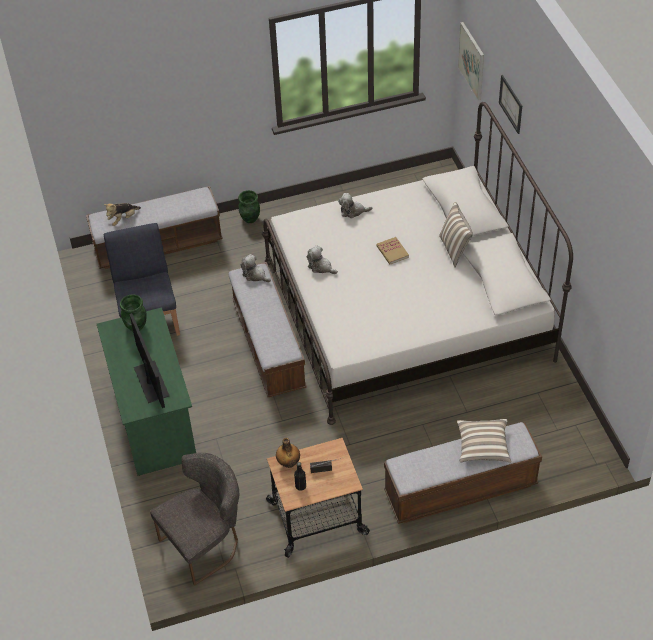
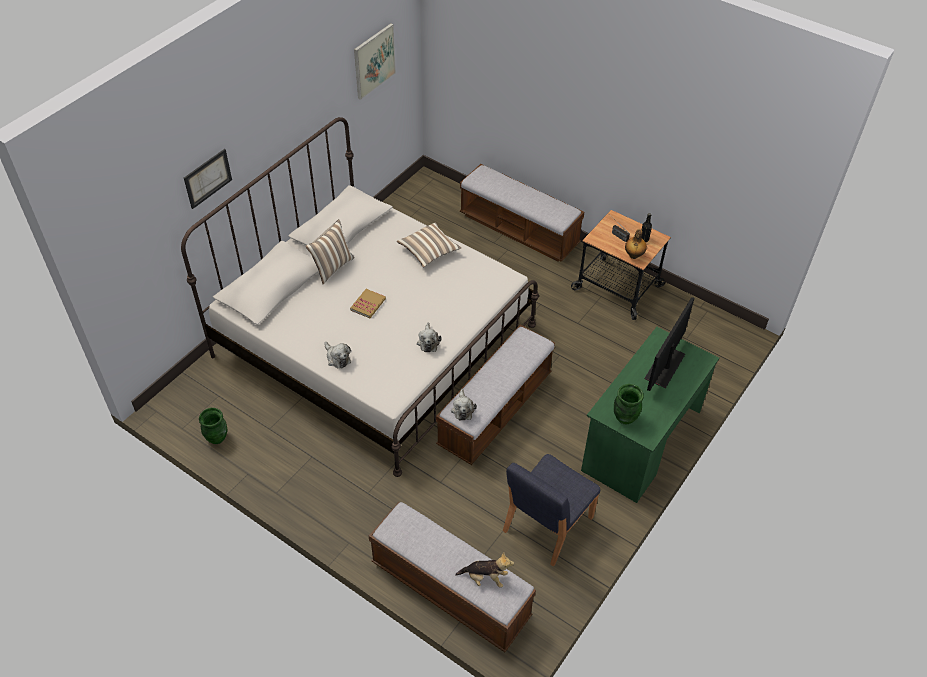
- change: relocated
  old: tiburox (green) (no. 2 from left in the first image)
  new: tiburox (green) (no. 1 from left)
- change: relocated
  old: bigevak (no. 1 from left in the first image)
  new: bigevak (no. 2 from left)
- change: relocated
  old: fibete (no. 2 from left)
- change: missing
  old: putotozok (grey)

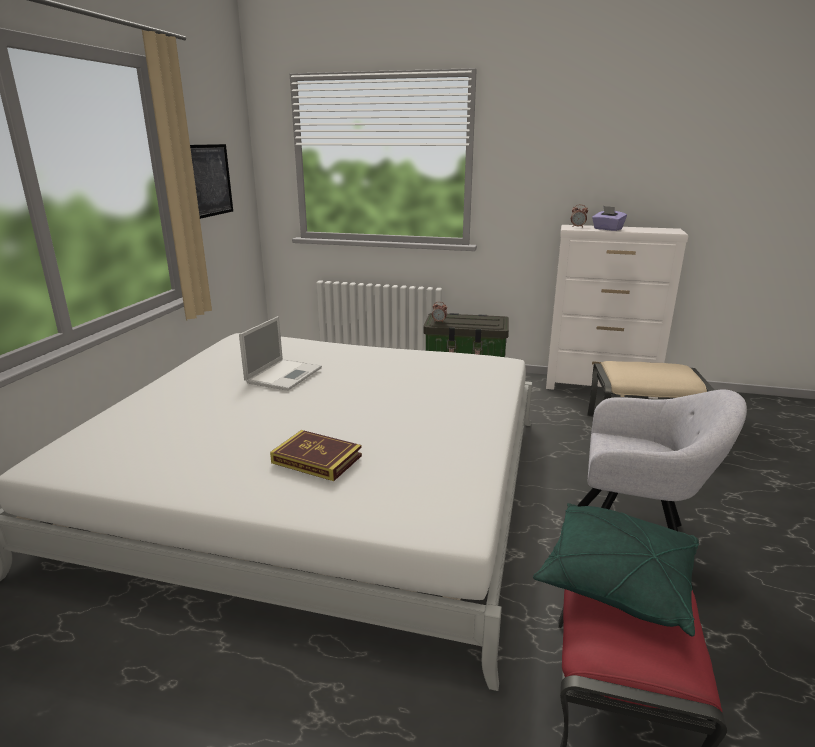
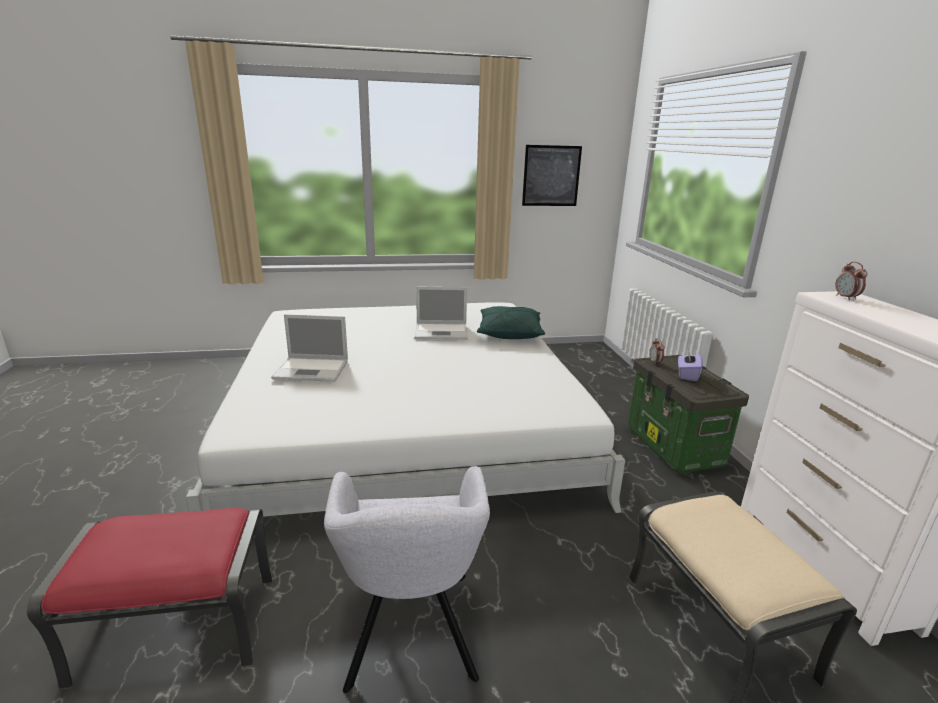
- change: exchanged
  old: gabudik
  new: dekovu (no. 1 from left)
- change: relocated
  old: fibete (green)
- change: relocated
  old: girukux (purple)

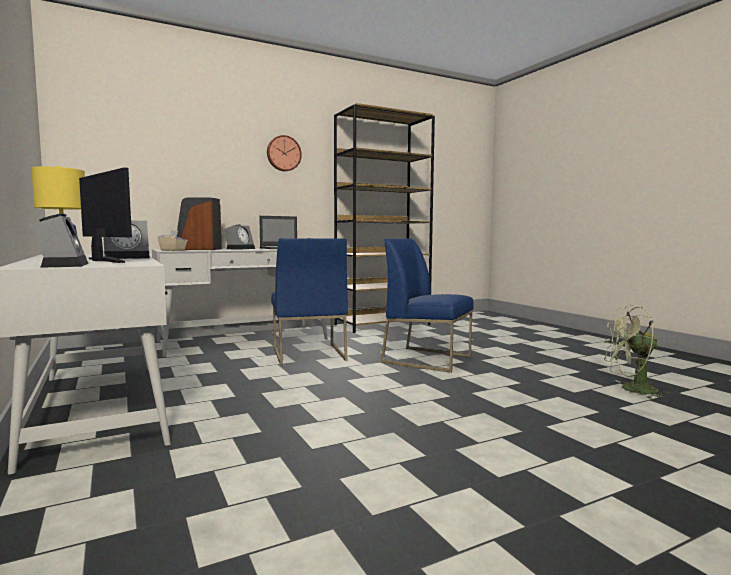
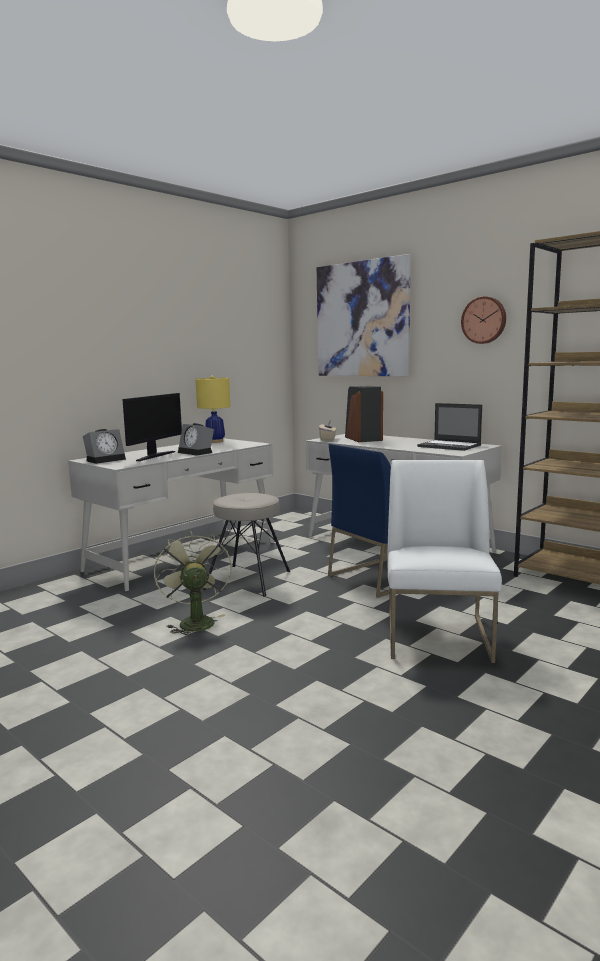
- change: relocated
  old: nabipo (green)
- change: appeared
  new: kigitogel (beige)
- change: appeared
  new: bigevak
- change: colour
  old: putotozok (blue) (no. 2 from left)
  new: putotozok (white)
- change: missing
  old: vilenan (no. 3 from left)

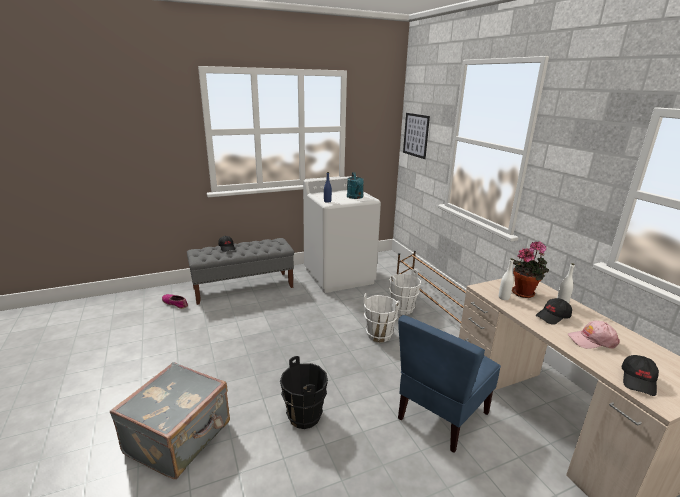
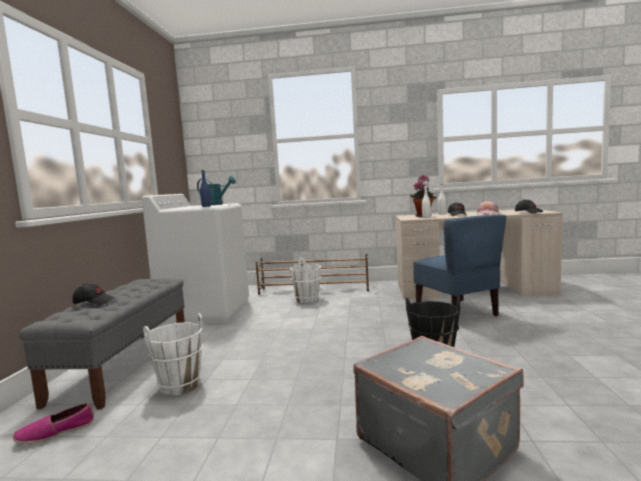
- change: relocated
  old: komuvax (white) (no. 1 from left)
- change: missing
  old: bigevak

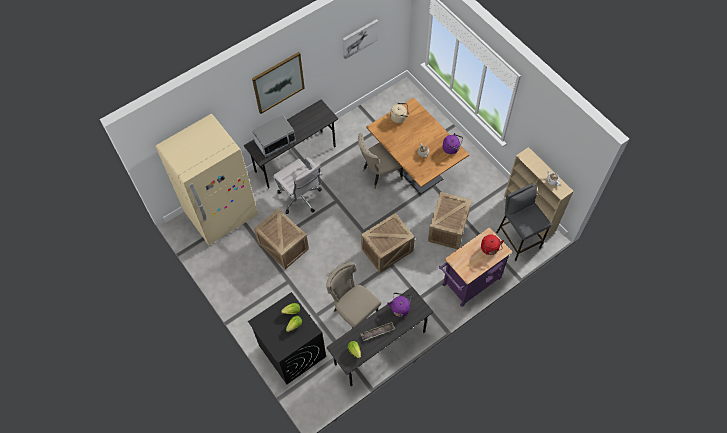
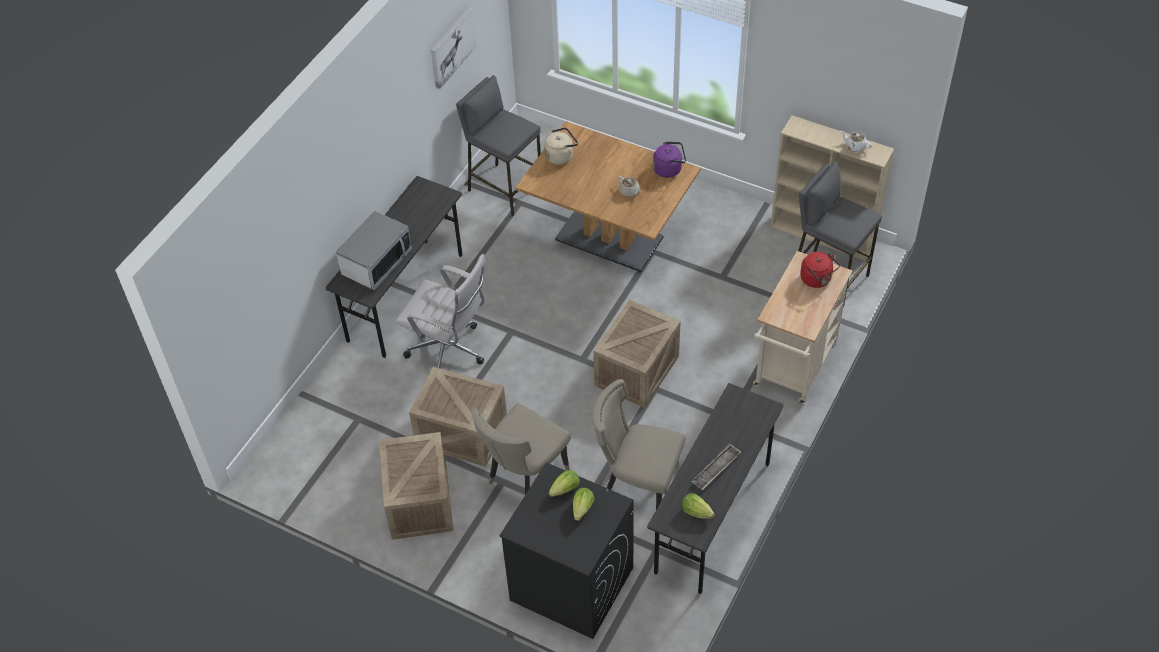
- change: relocated
  old: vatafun (no. 3 from left in the first image)
  new: vatafun (no. 1 from left)
- change: appeared
  new: kigitogel (grey) (no. 1 from left)
- change: relocated
  old: putotozok (beige) (no. 2 from left in the first image)
  new: putotozok (beige) (no. 1 from left)
- change: colour
  old: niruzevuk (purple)
  new: niruzevuk (beige)
- change: missing
  old: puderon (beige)
- change: missing
  old: bigevak (no. 1 from left)
- change: missing
  old: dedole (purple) (no. 1 from left)

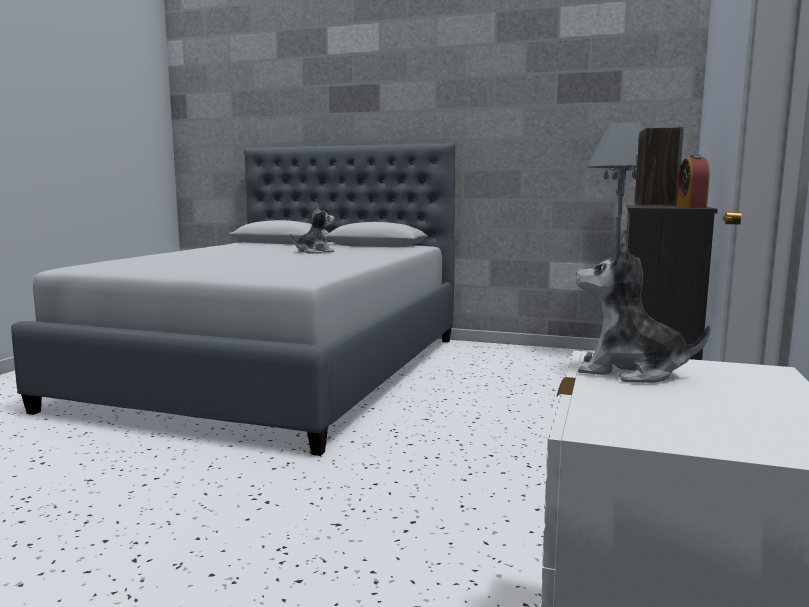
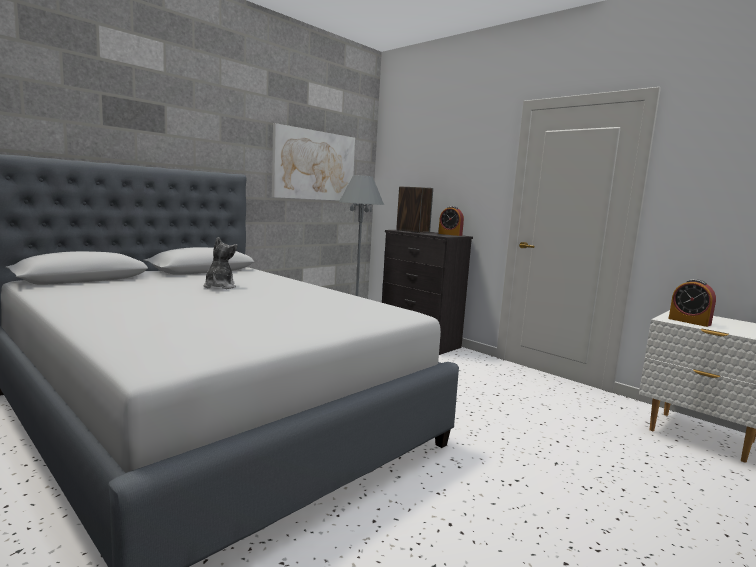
- change: appeared
  new: bigevak
- change: exchanged
  old: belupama (no. 2 from left)
  new: vilenan (no. 2 from left)

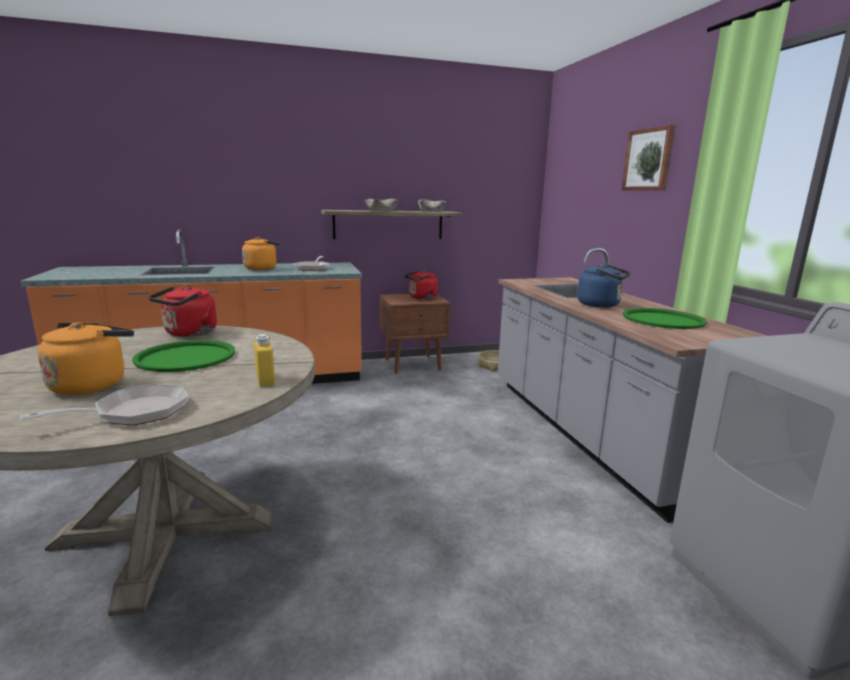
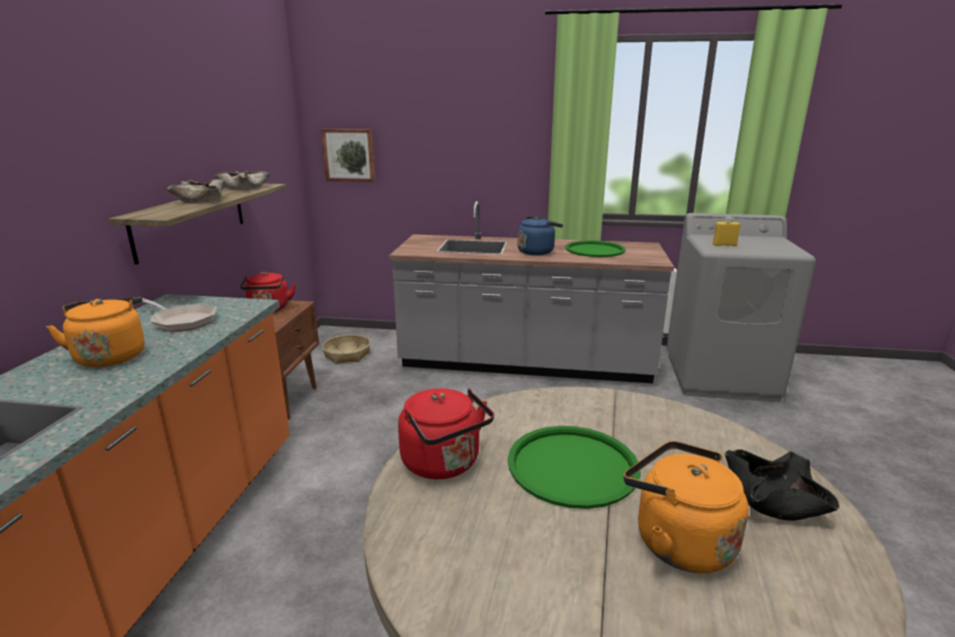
- change: relocated
  old: bigevak
- change: relocated
  old: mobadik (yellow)
- change: exchanged
  old: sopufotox (no. 1 from left)
  new: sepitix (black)

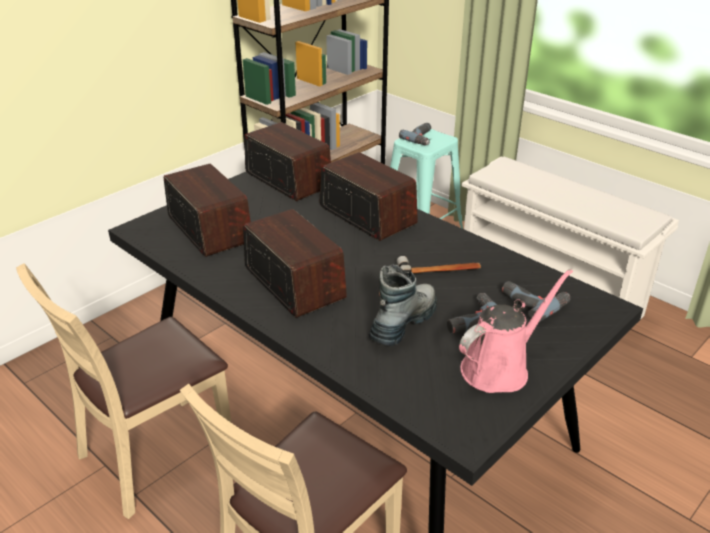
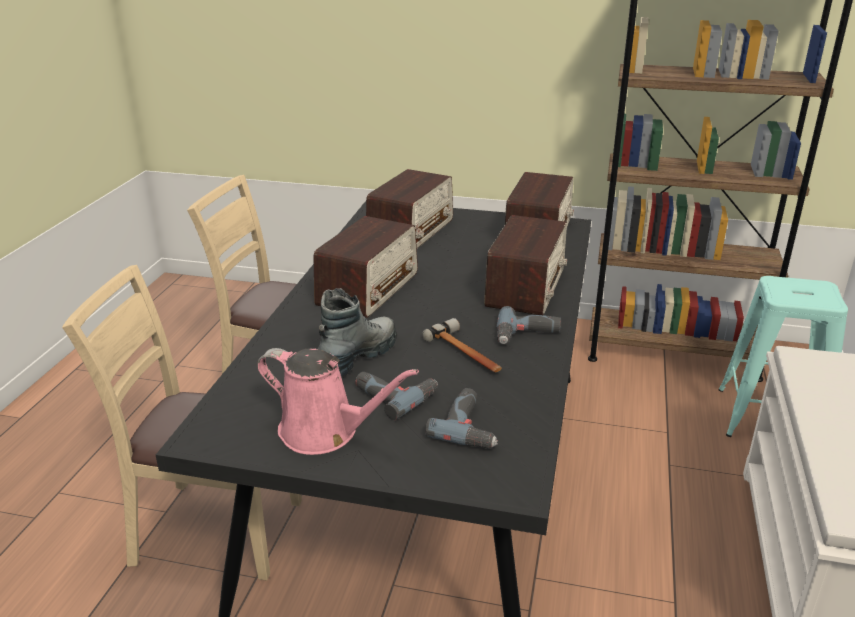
- change: spun
  old: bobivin
  degrees: -60
- change: relocated
  old: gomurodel (no. 1 from left in the first image)
  new: gomurodel (no. 3 from left)

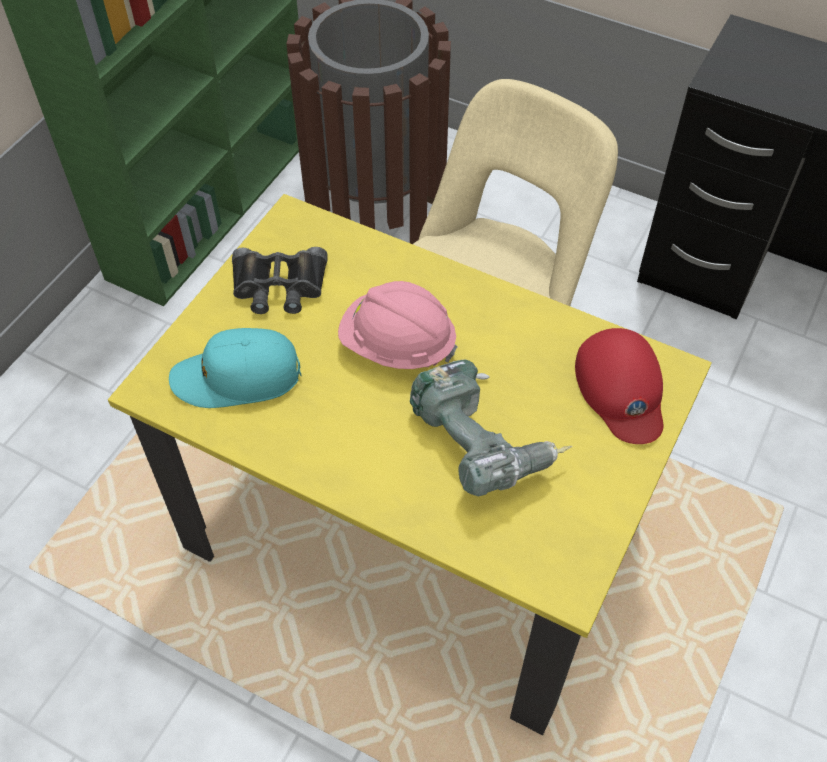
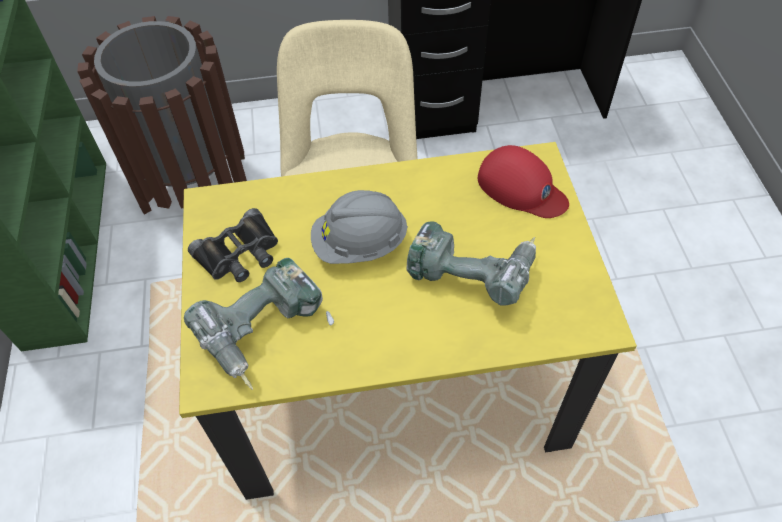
- change: exchanged
  old: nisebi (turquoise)
  new: gomurodel (no. 1 from left)
- change: colour
  old: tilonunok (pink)
  new: tilonunok (grey)

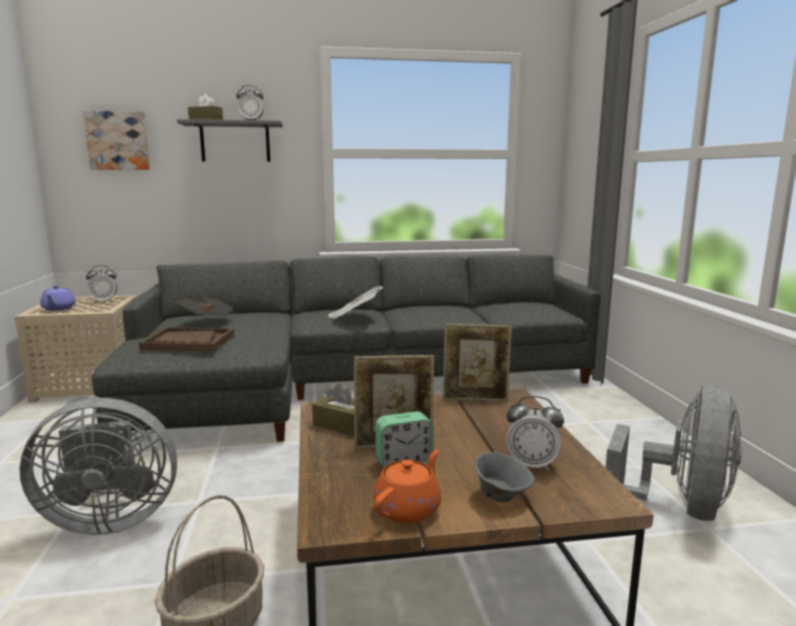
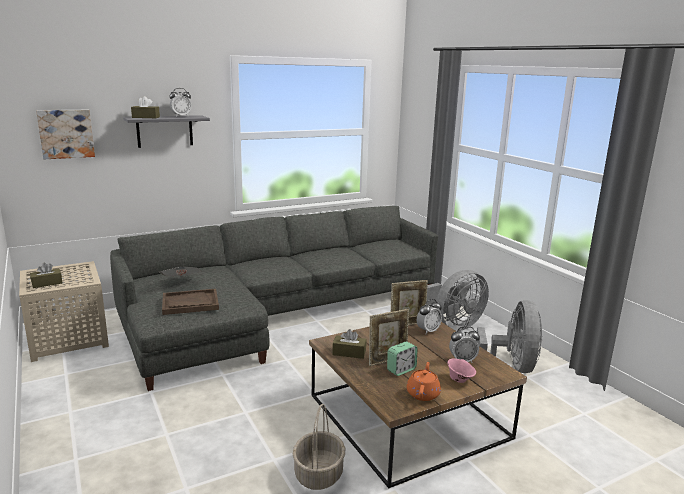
- change: exchanged
  old: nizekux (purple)
  new: girukux (brown) (no. 1 from left)
- change: relocated
  old: vilenan (no. 1 from left in the first image)
  new: vilenan (no. 3 from left)
- change: relocated
  old: nabipo (grey) (no. 1 from left)
- change: colour
  old: sepitix (grey)
  new: sepitix (pink)
- change: missing
  old: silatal (no. 2 from left)

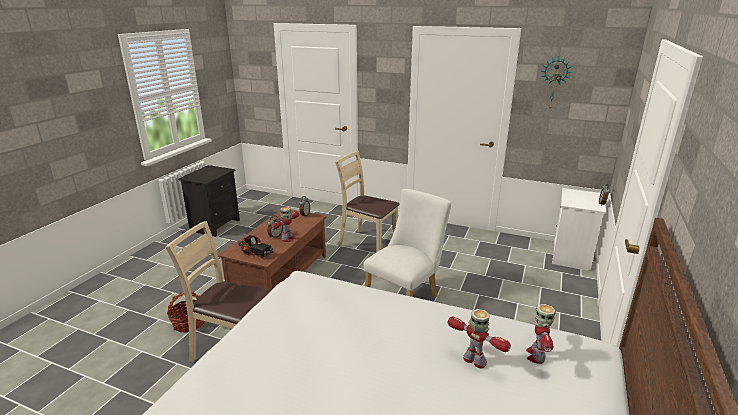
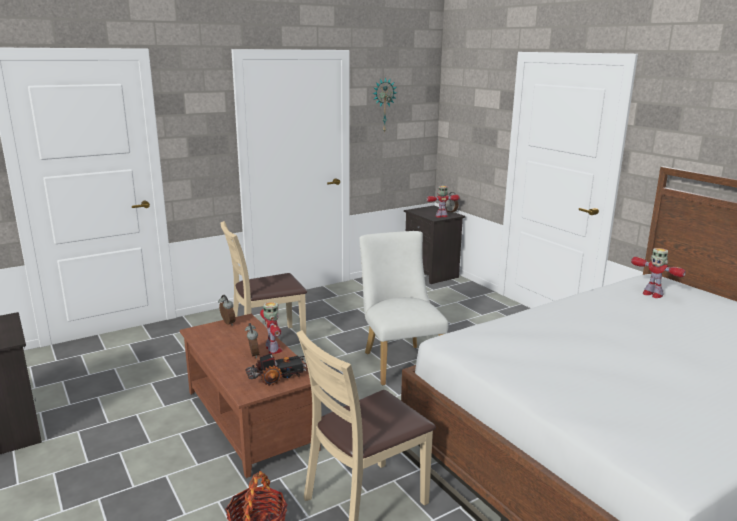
- change: colour
  old: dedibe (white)
  new: dedibe (black) (no. 2 from left)
- change: relocated
  old: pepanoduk (no. 2 from left)

